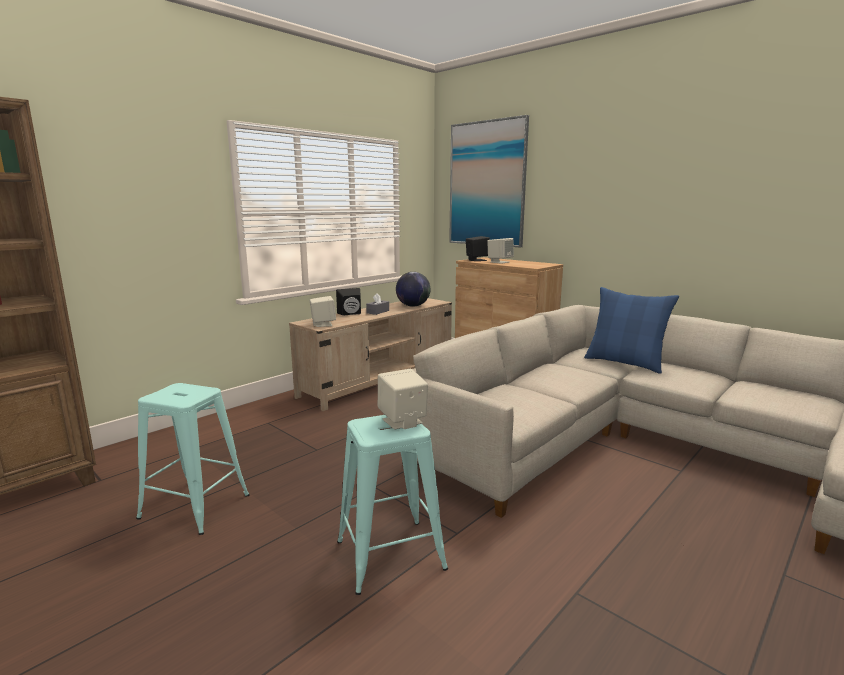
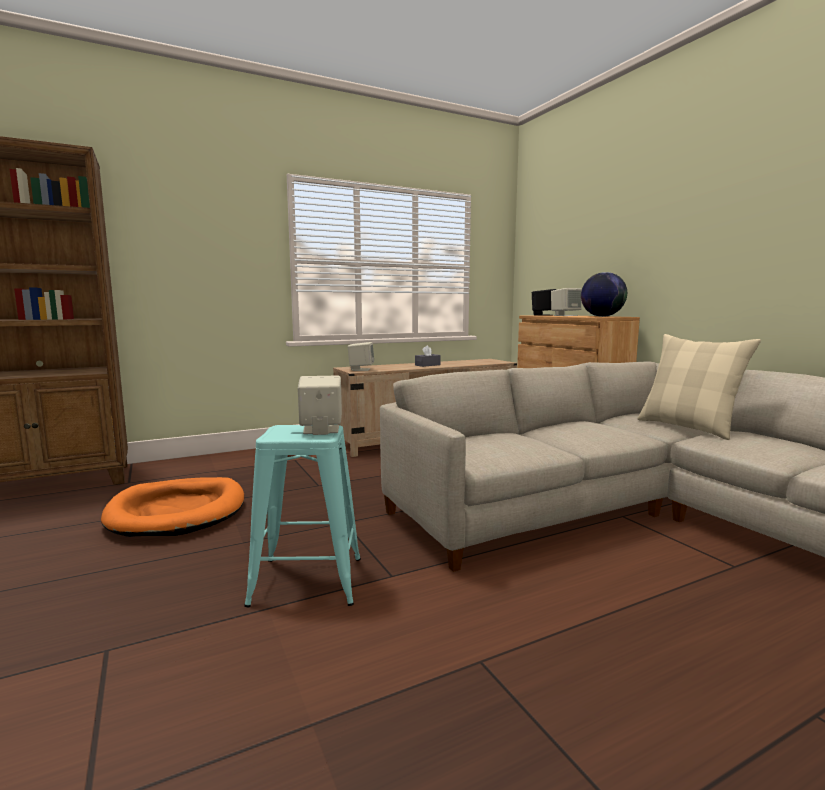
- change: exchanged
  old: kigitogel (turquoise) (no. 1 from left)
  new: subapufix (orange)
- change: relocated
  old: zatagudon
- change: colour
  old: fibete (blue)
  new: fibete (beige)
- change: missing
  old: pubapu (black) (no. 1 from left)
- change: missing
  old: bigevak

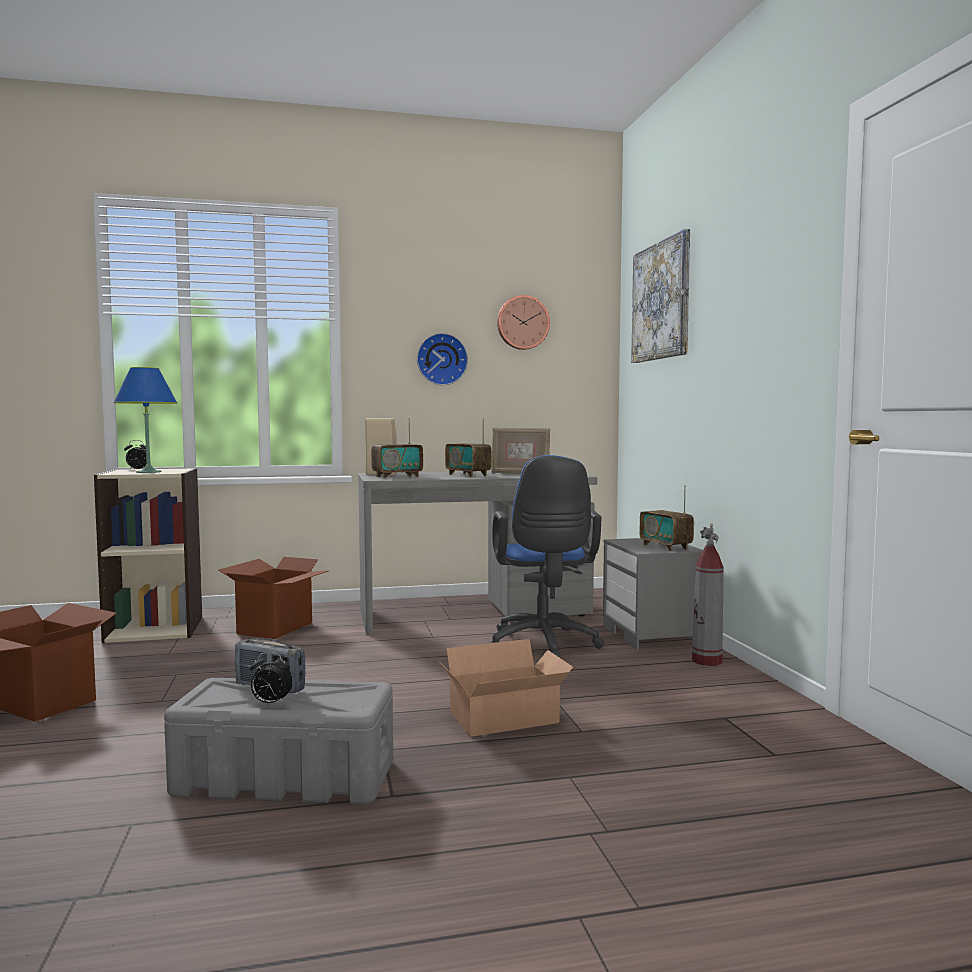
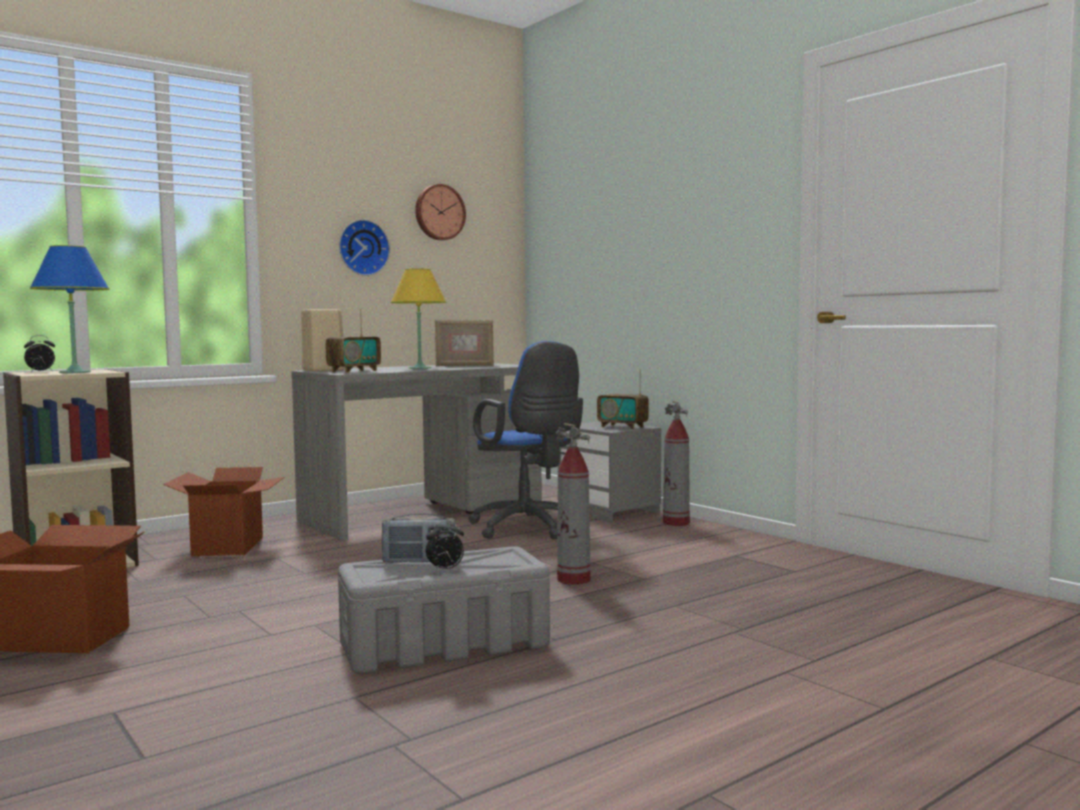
- change: exchanged
  old: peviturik (no. 3 from left)
  new: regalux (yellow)
- change: exchanged
  old: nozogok (no. 3 from left)
  new: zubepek (no. 1 from left)
- change: missing
  old: bigevak

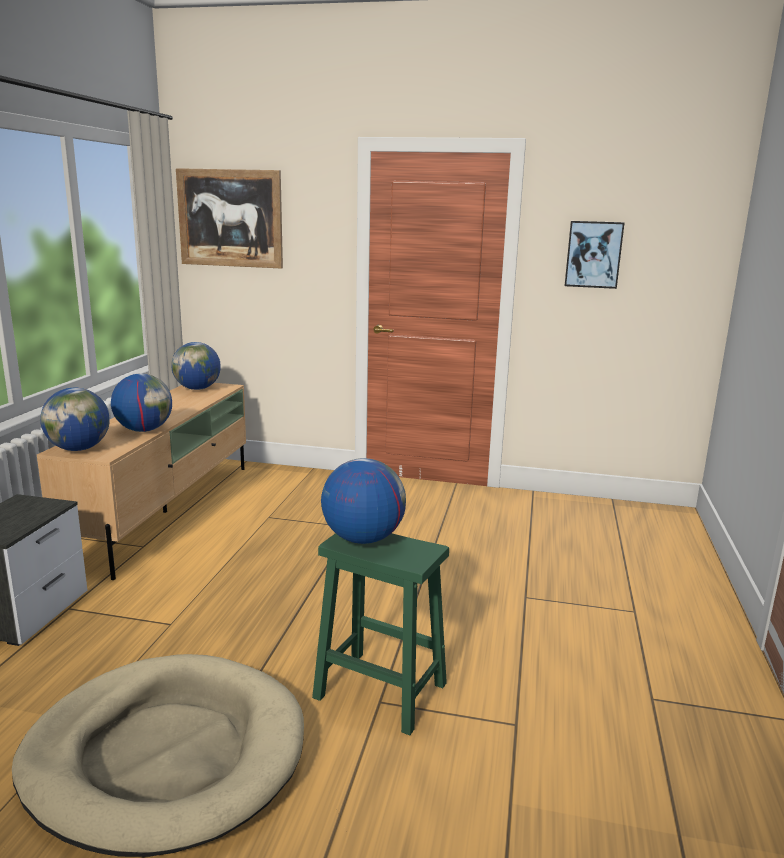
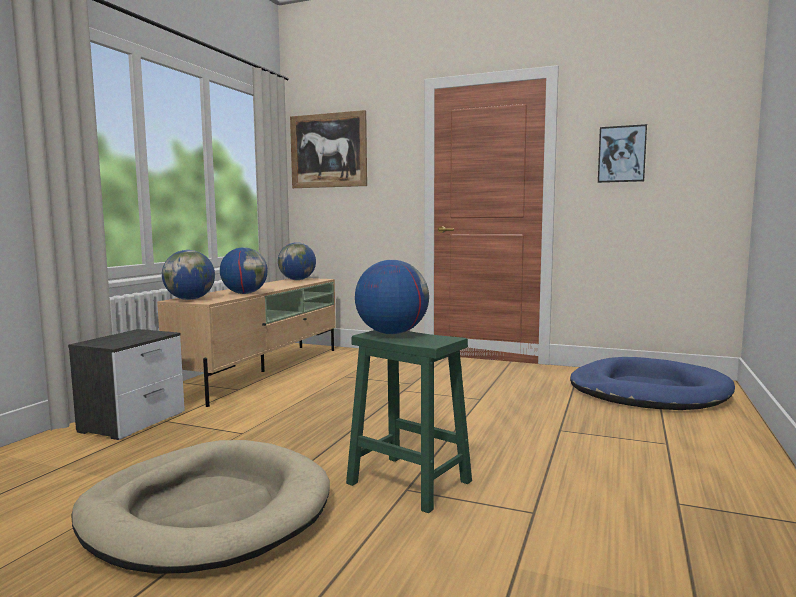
- change: appeared
  new: subapufix (blue)

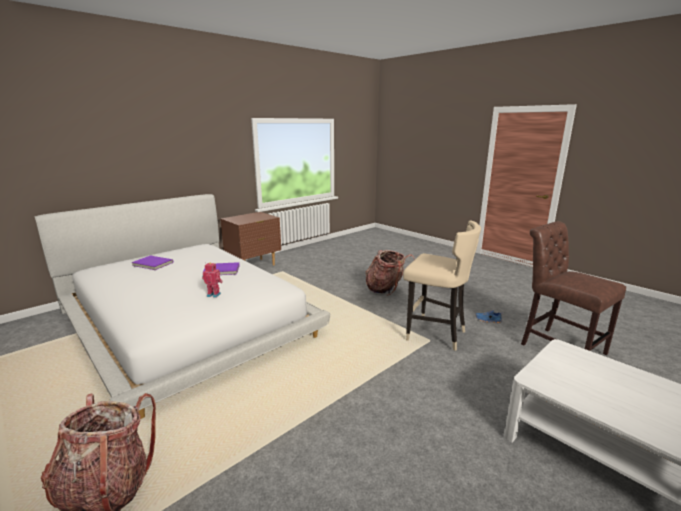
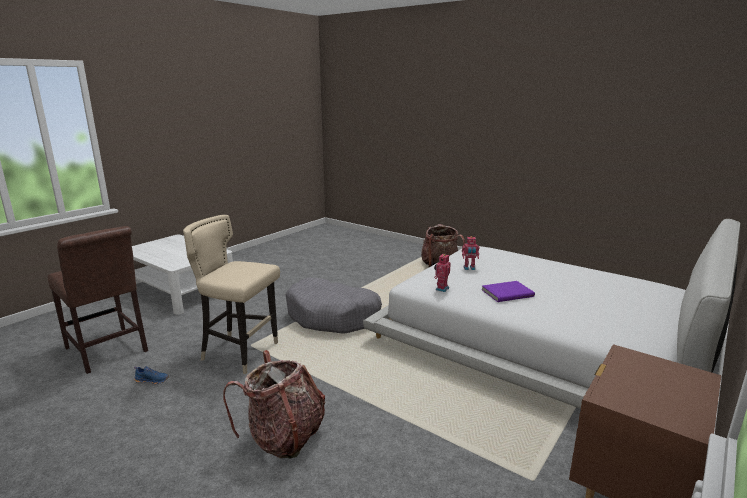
- change: appeared
  new: subapufix (grey)
- change: appeared
  new: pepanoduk (no. 1 from left)
- change: missing
  old: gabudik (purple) (no. 1 from left)

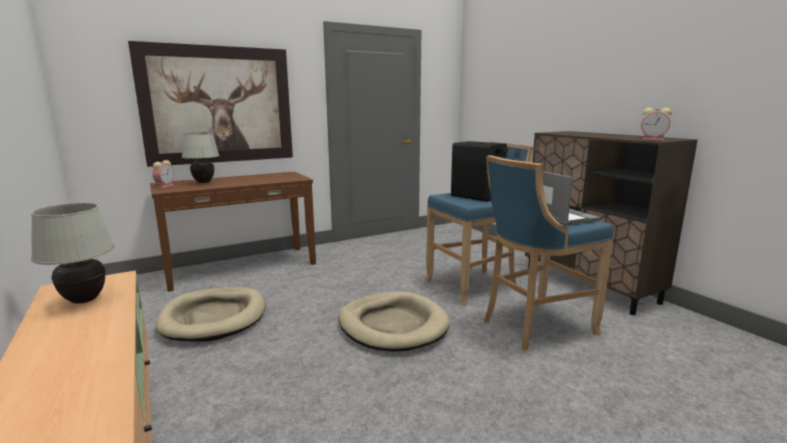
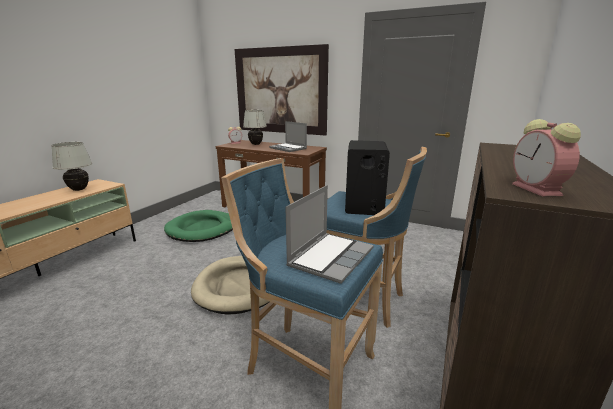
- change: colour
  old: subapufix (beige) (no. 1 from left)
  new: subapufix (green)
- change: appeared
  new: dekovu (no. 1 from left)

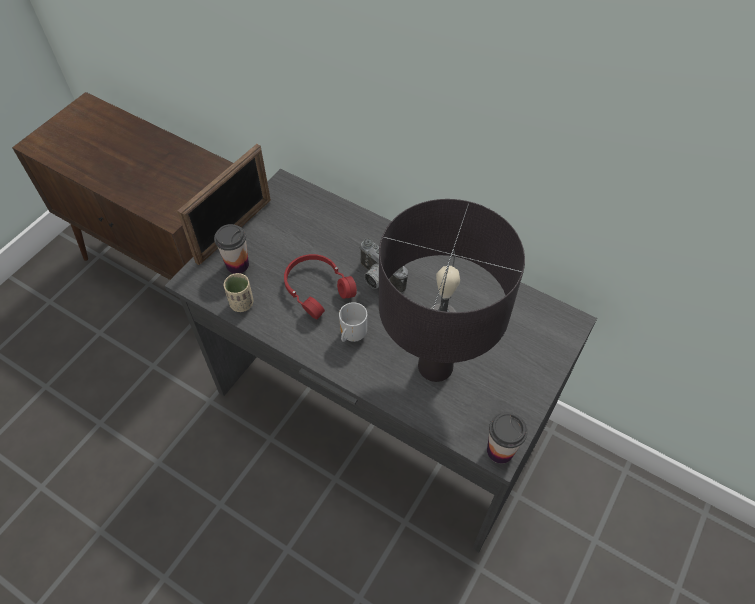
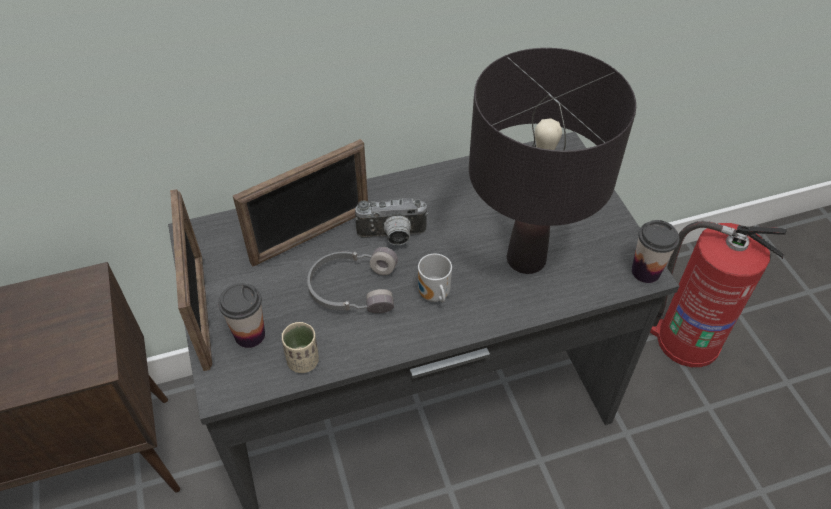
- change: appeared
  new: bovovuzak (no. 2 from left)
- change: colour
  old: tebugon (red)
  new: tebugon (grey)
- change: appeared
  new: zubepek

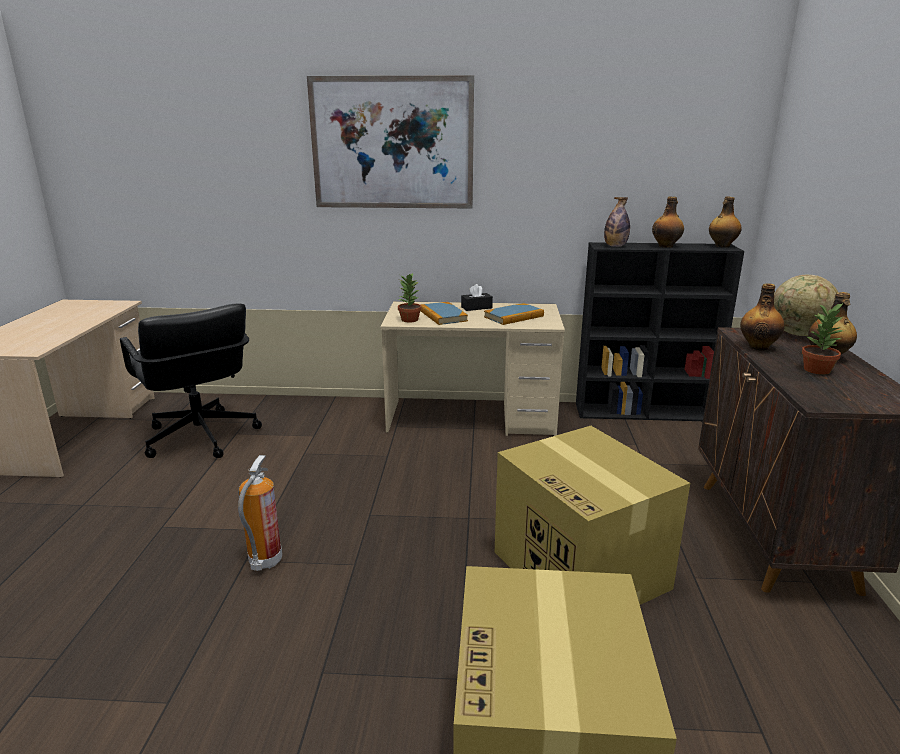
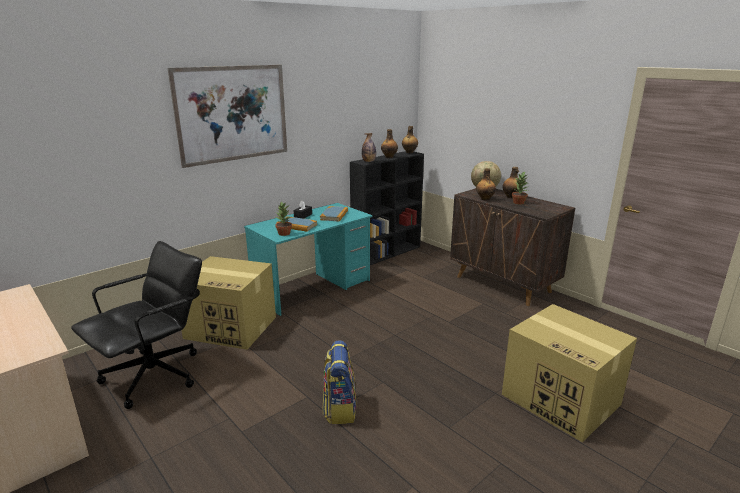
- change: spun
  old: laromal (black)
  degrees: -60
- change: relocated
  old: nozogok (no. 2 from left in the first image)
  new: nozogok (no. 1 from left)
- change: colour
  old: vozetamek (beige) (no. 2 from left)
  new: vozetamek (turquoise)
- change: exchanged
  old: zubepek
  new: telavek

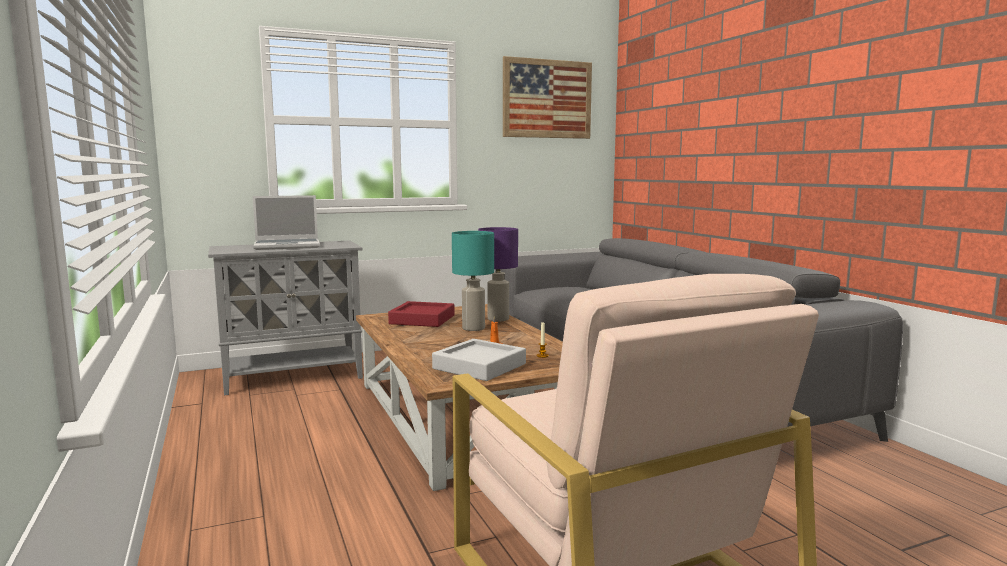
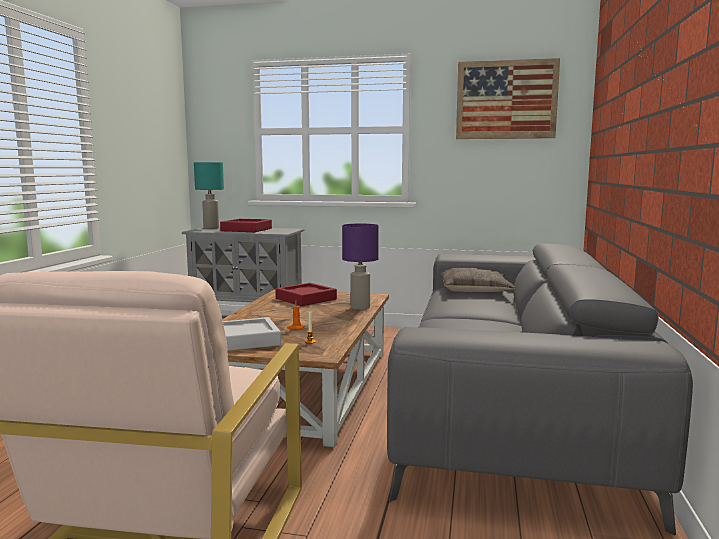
- change: relocated
  old: regalux (turquoise)
- change: exchanged
  old: dekovu
  new: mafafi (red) (no. 1 from left)
- change: appeared
  new: fibete

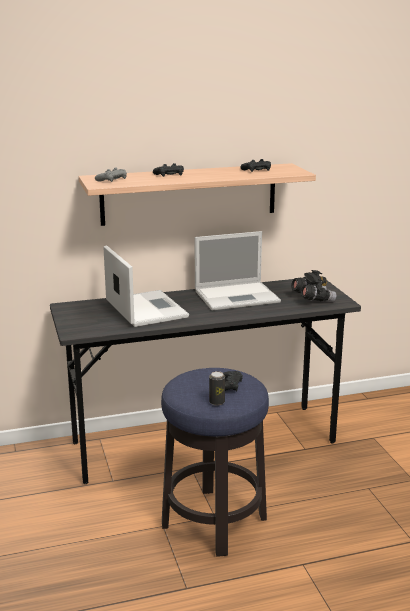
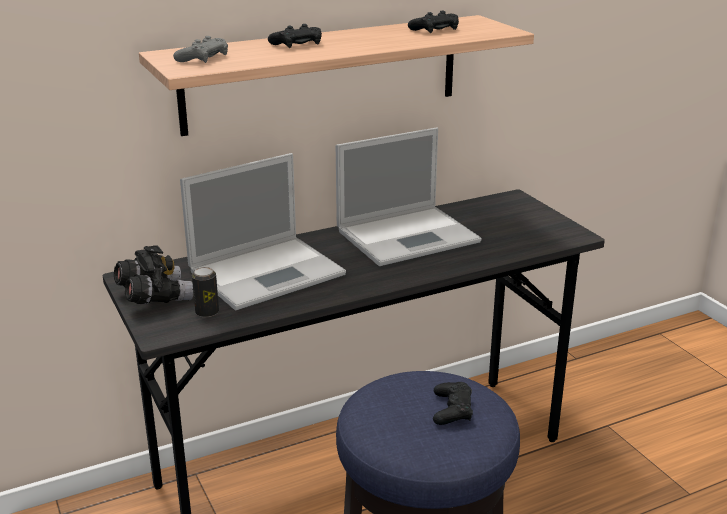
- change: relocated
  old: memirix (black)
- change: spun
  old: dekovu (no. 1 from left)
  degrees: 90
- change: relocated
  old: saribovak

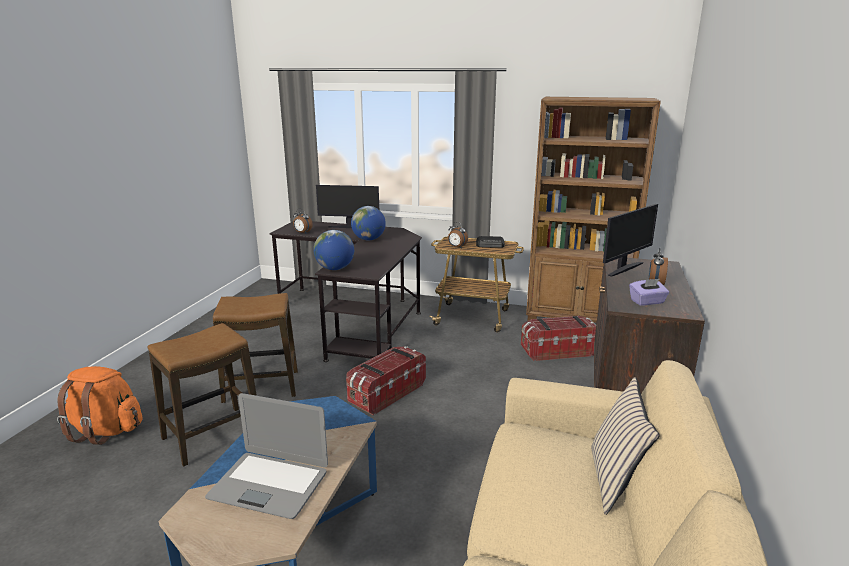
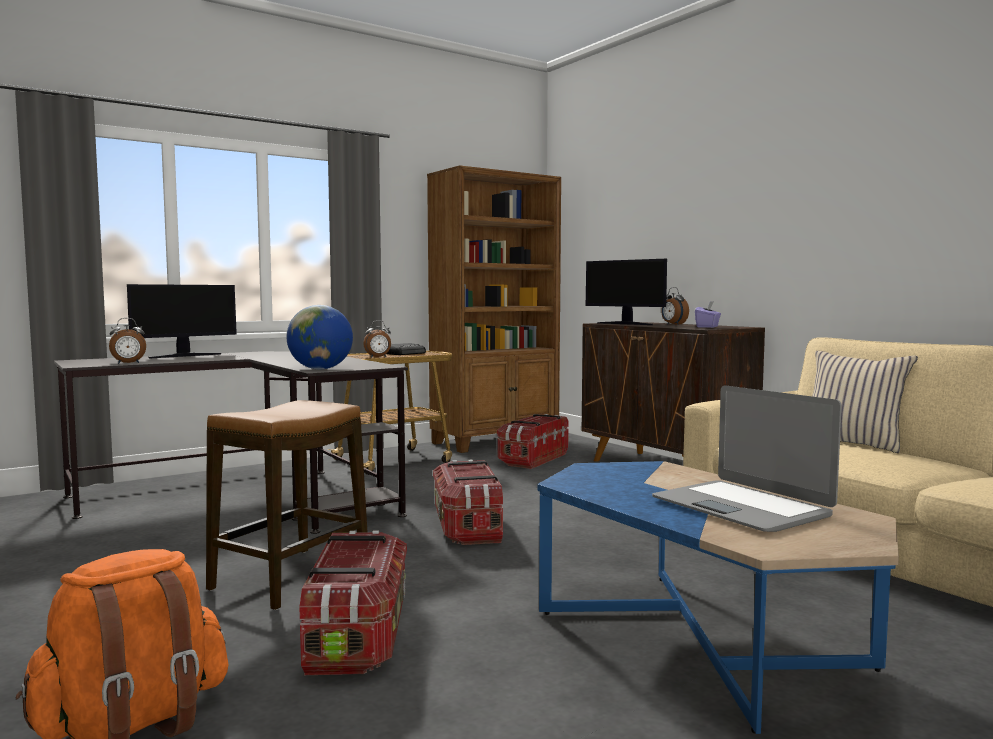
- change: exchanged
  old: kigitogel (no. 1 from left)
  new: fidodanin (no. 1 from left)
- change: spun
  old: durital (no. 2 from left)
  degrees: 135
- change: spun
  old: dekovu
  degrees: 90
- change: missing
  old: zatagudon (no. 2 from left)

